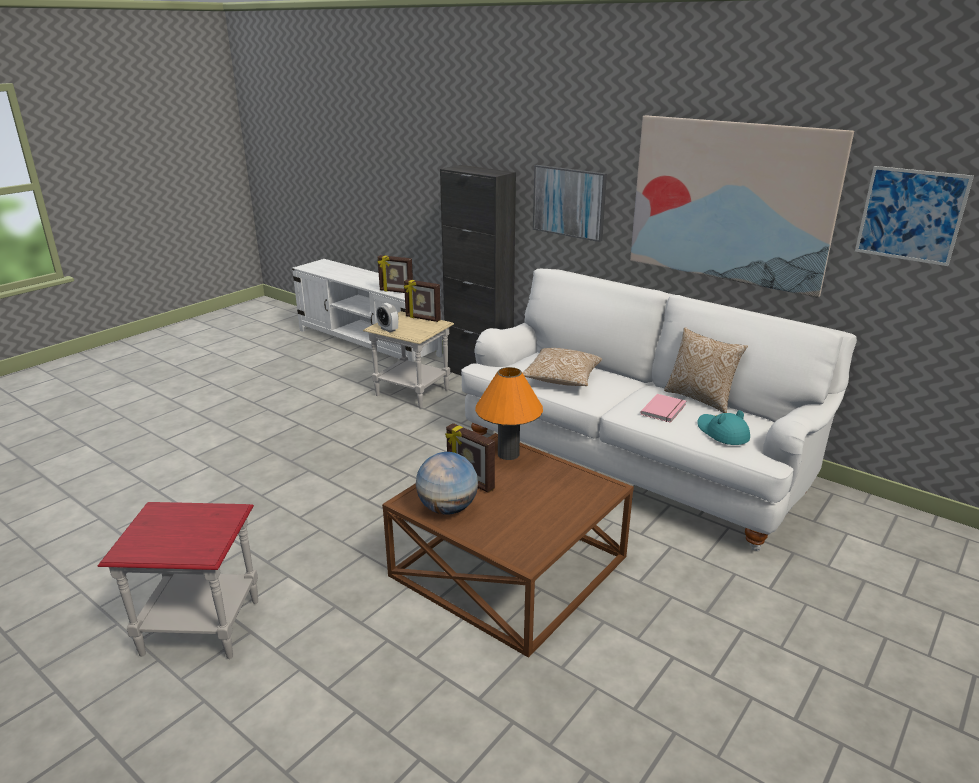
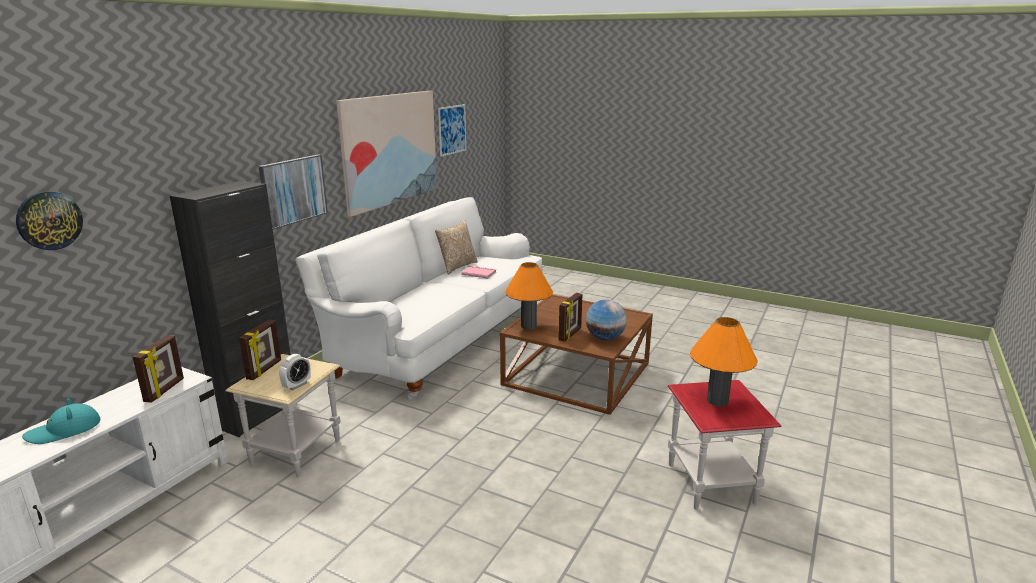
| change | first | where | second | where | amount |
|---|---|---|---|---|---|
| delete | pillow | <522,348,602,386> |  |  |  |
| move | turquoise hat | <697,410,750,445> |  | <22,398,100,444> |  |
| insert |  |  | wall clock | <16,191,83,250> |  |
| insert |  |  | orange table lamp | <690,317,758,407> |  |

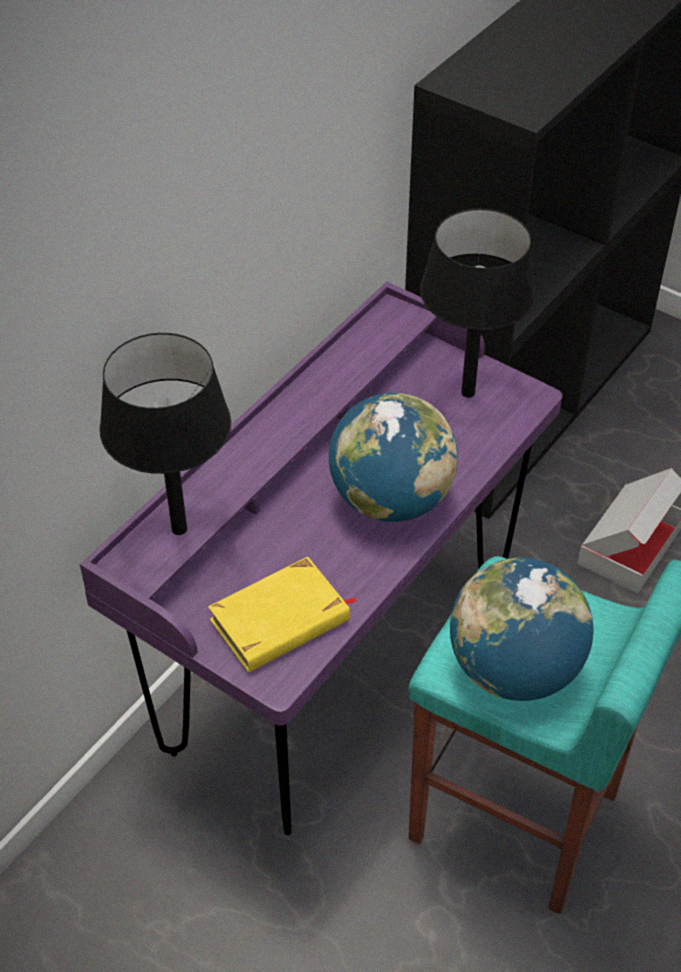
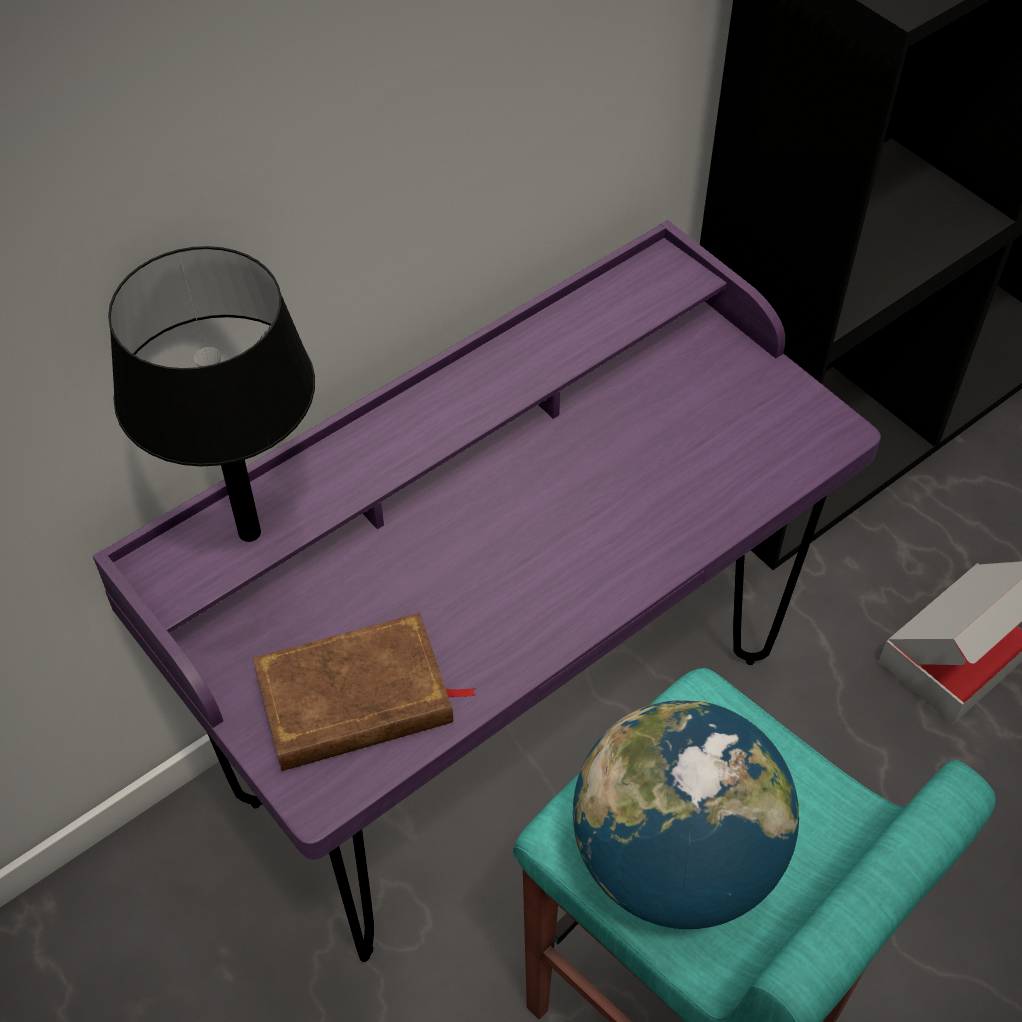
| change | first | where | second | where | amount |
|---|---|---|---|---|---|
| recolor | yellow book | <208,557,357,673> | brown book | <253,613,476,771> |  |
| delete | globe | <329,393,458,522> |  |  |  |
| delete | black table lamp | <420,208,536,398> |  |  |  |

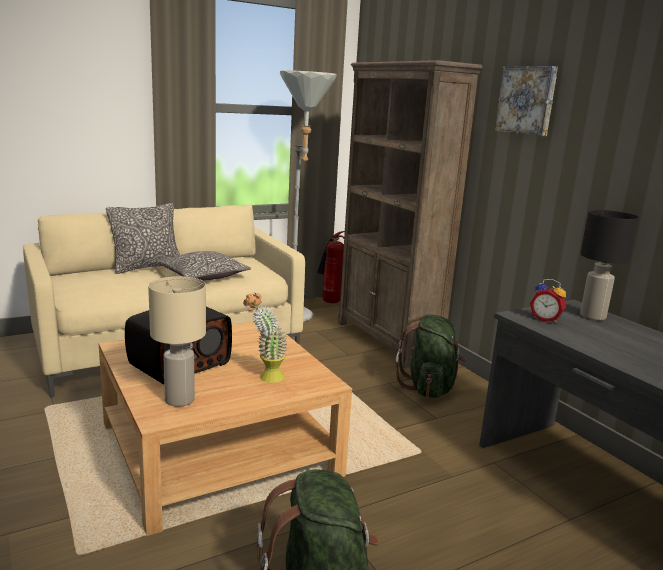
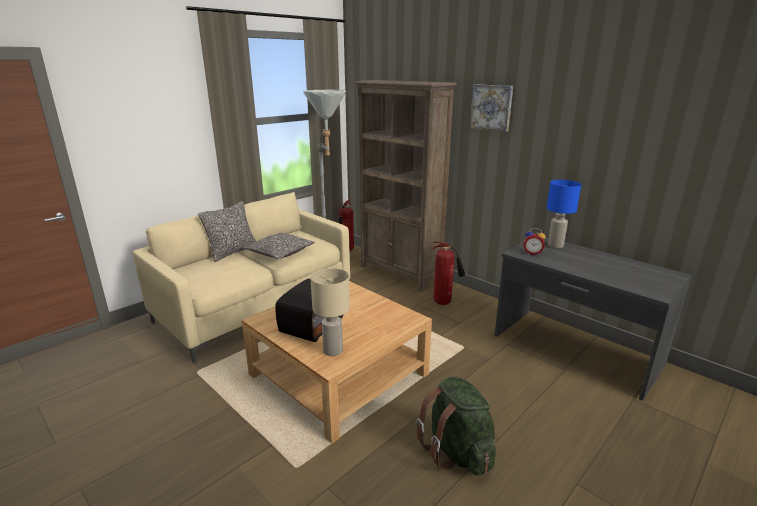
| change | first | where | second | where | amount |
|---|---|---|---|---|---|
| delete | potted plant | <243,292,288,383> |  |  |  |
| replace | green backpack | <393,314,466,398> | fire extinguisher | <433,242,465,305> |  |
| recolor | black table lamp | <580,210,639,320> | blue table lamp | <547,180,581,248> |  |

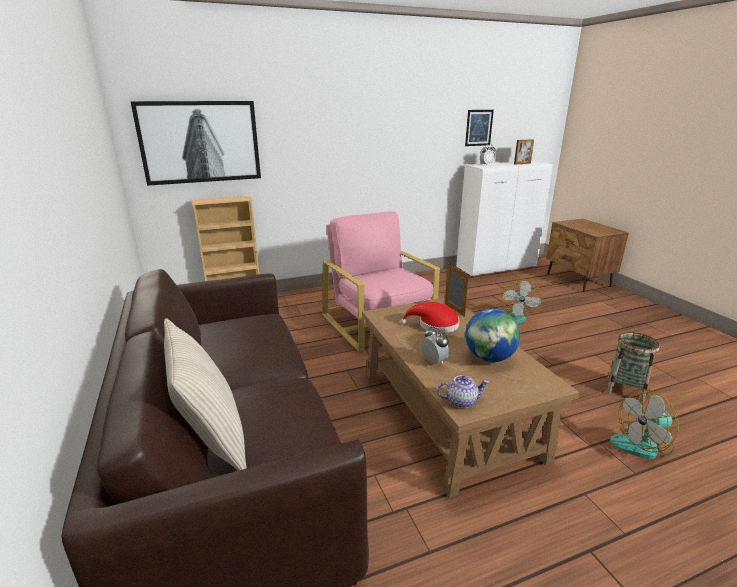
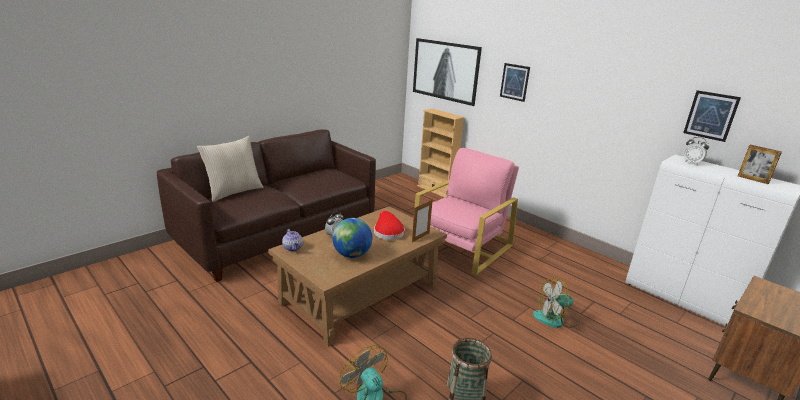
| change | first | where | second | where | amount |
|---|---|---|---|---|---|
| insert |  |  | picture | <500,63,530,102> |  |

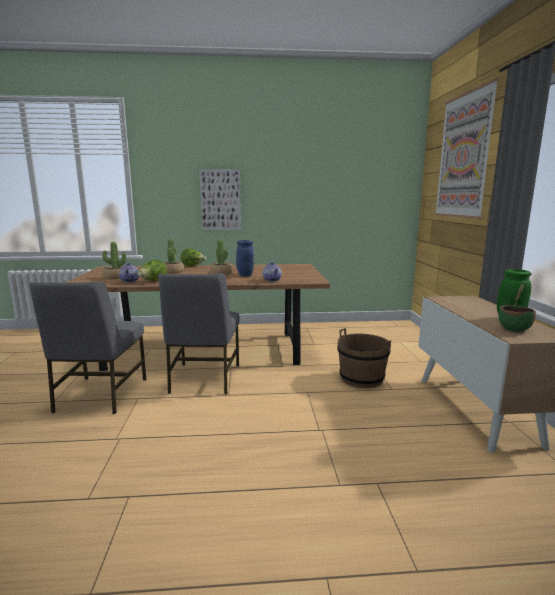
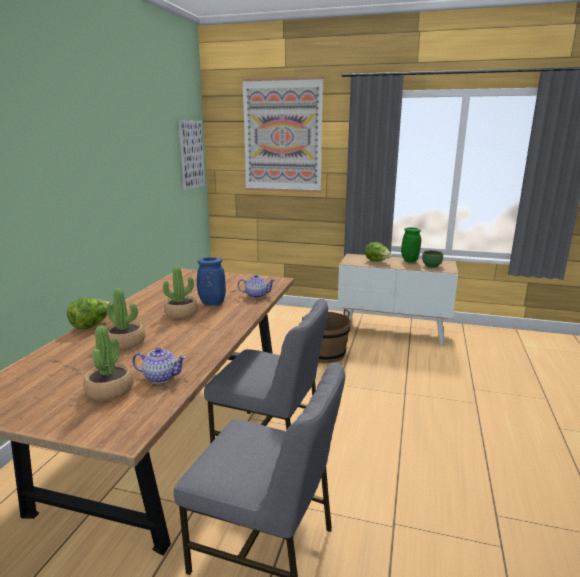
| change | first | where | second | where | amount |
|---|---|---|---|---|---|
| move | lettuce | <138,260,167,281> |  | <365,242,392,261> |  |
| move | picture | <200,169,241,230> |  | <178,121,205,191> |  |

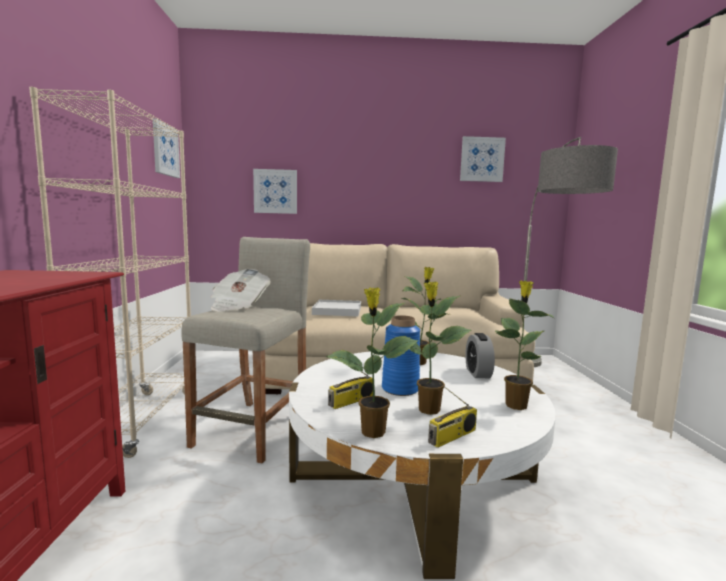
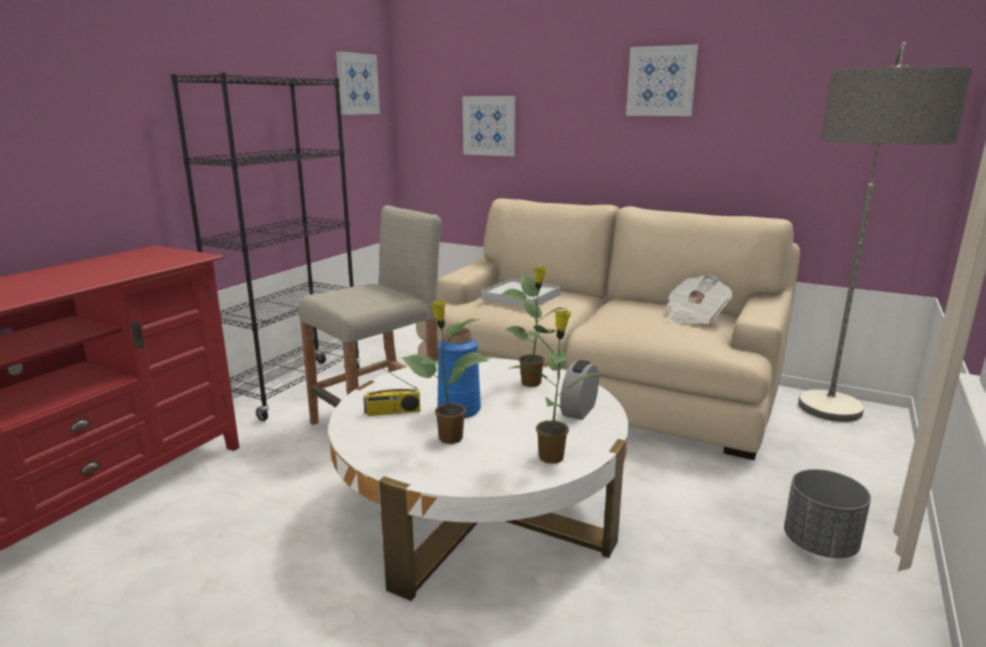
| change | first | where | second | where | amount |
|---|---|---|---|---|---|
| recolor | beige bookcase | <29,87,191,458> | black bookcase | <171,73,360,421> |  |
| move | newspaper | <211,269,271,312> |  | <666,275,733,324> |  |
| delete | potted plant | <325,287,418,438> |  |  |  |
| delete | radio | <428,383,477,448> |  |  |  |
| move | picture | <460,136,506,182> |  | <626,44,698,116> |  |
| insert |  |  | grey planter | <784,469,871,558> |  |

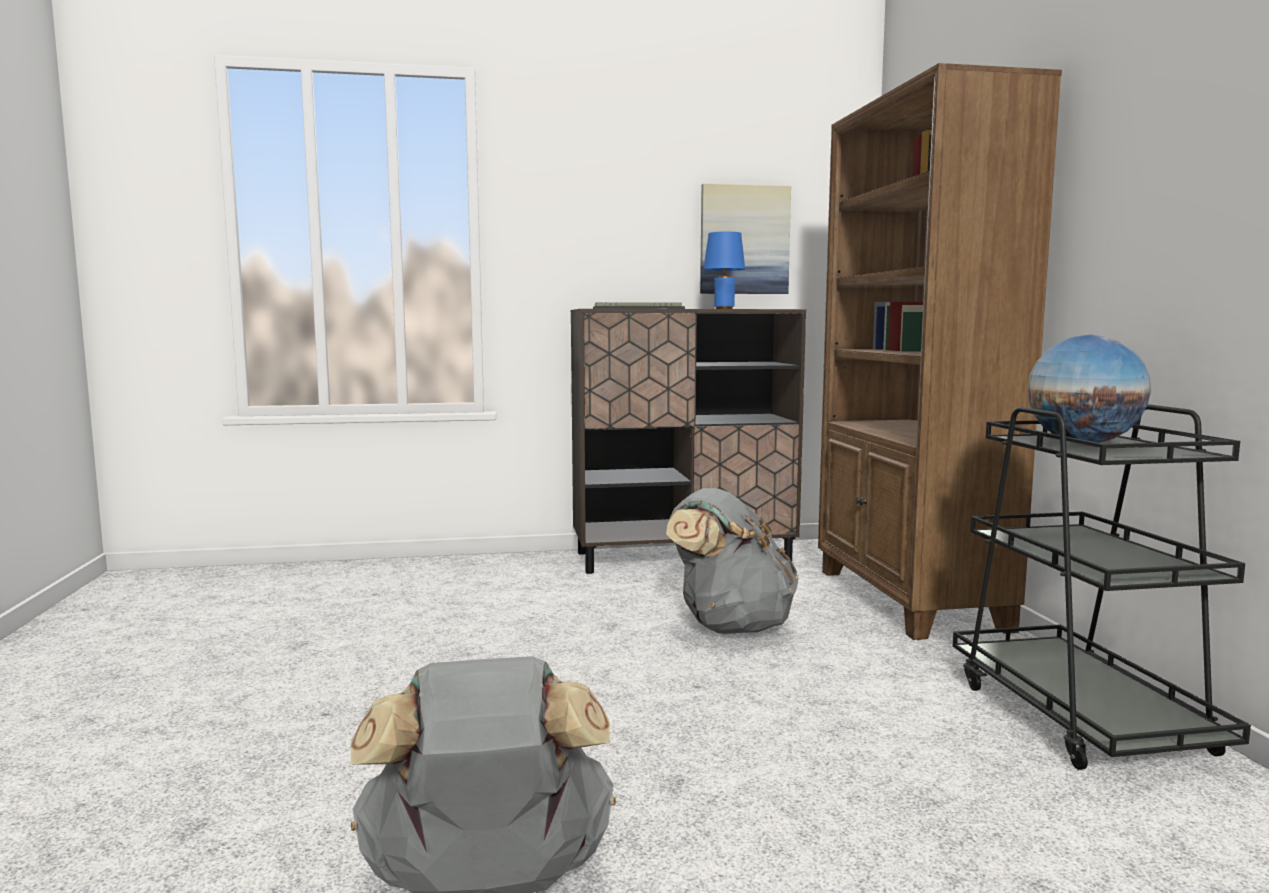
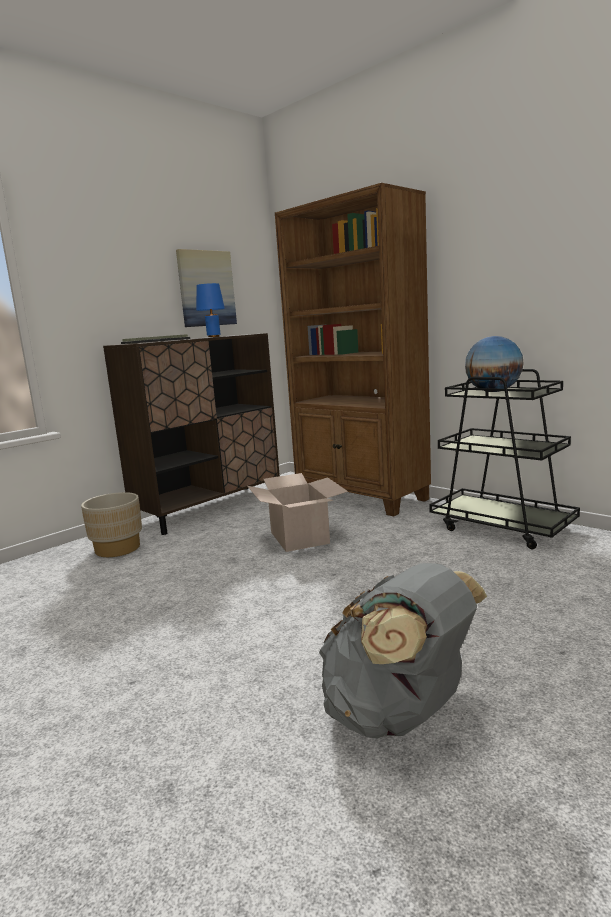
| change | first | where | second | where | amount |
|---|---|---|---|---|---|
| replace | grey backpack | <666,488,799,634> | cardboard box | <247,473,348,552> |  |
| insert |  |  | beige planter | <81,492,142,557> |  |

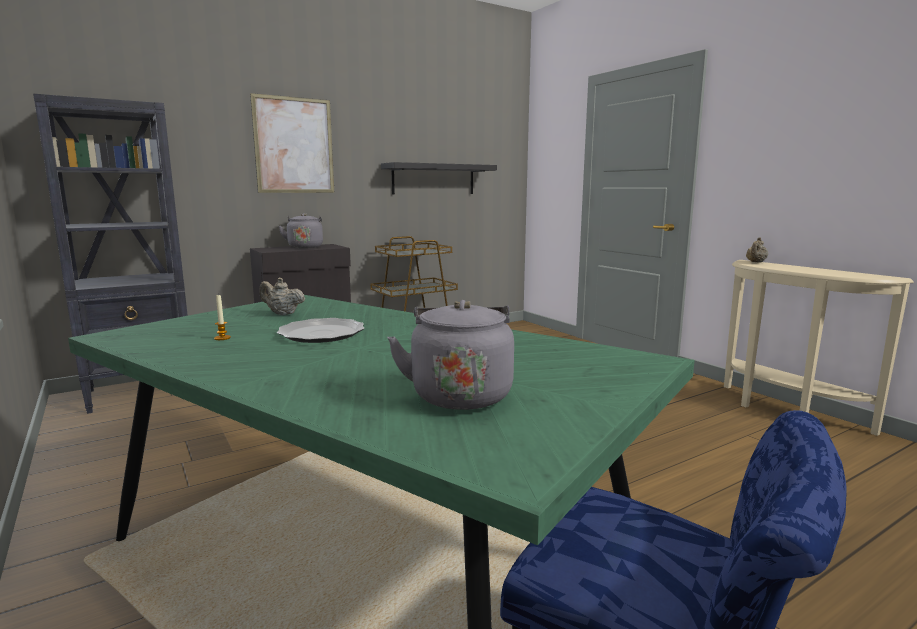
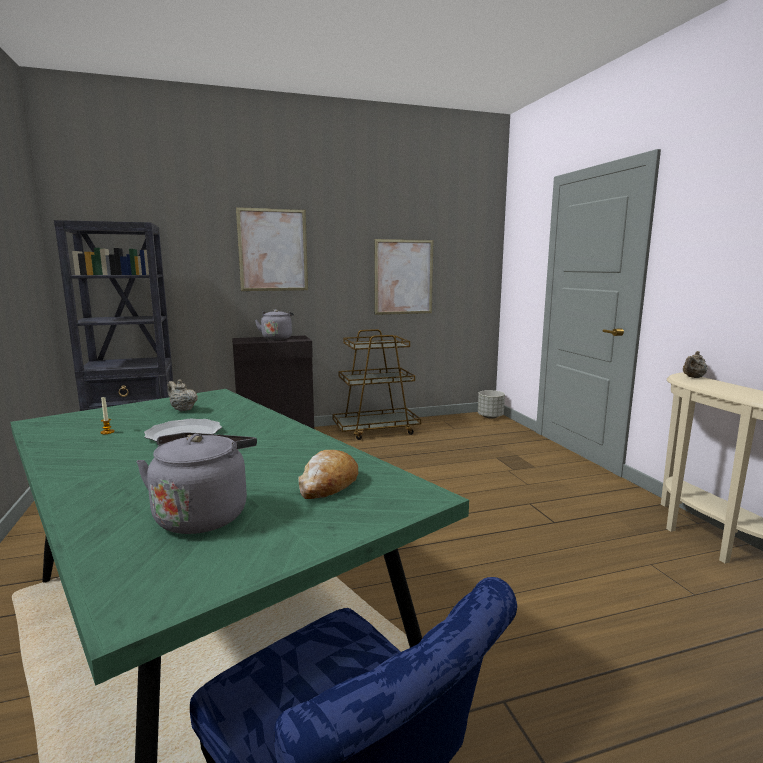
| change | first | where | second | where | amount |
|---|---|---|---|---|---|
| replace | black shelf | <381,162,497,194> | picture | <374,239,434,315> |  |
| insert |  |  | bread | <298,450,359,499> |  |
| insert |  |  | grey planter | <478,390,505,419> |  |

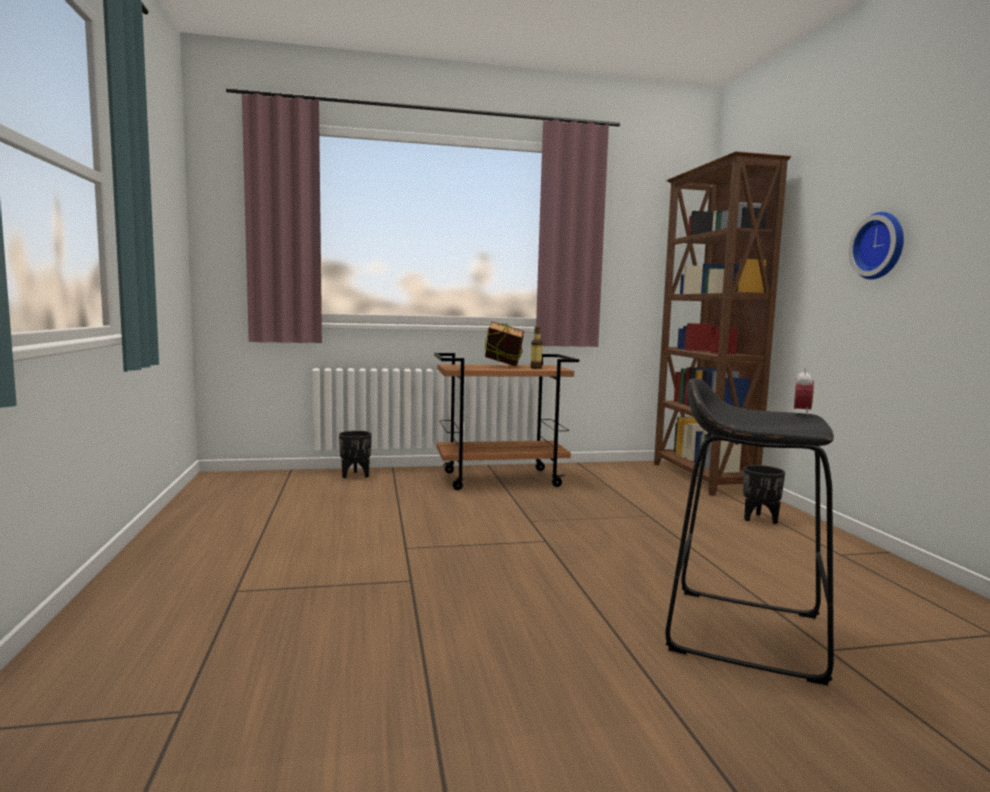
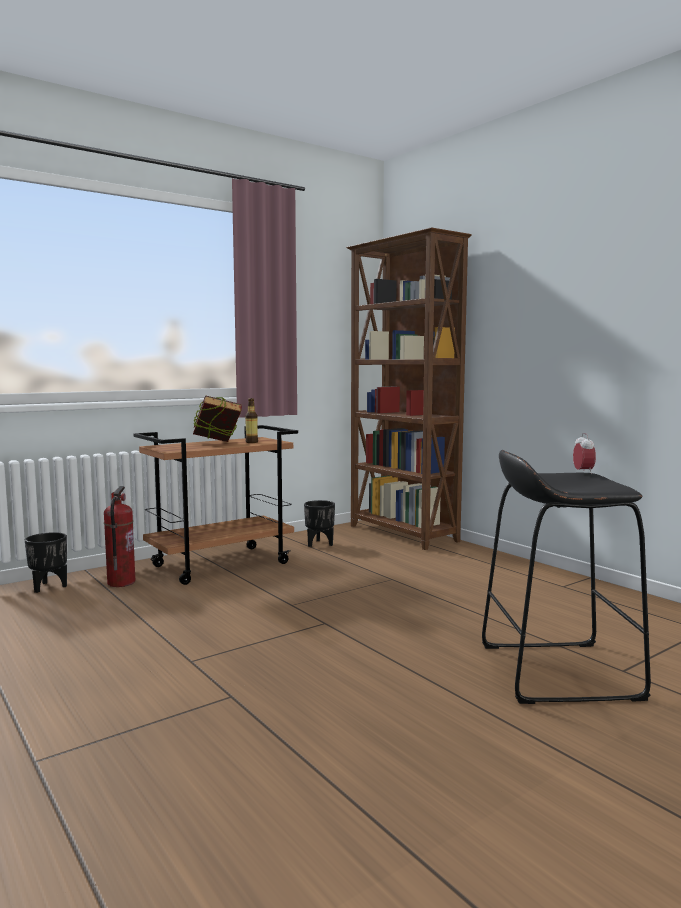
| change | first | where | second | where | amount |
|---|---|---|---|---|---|
| move | black planter | <743,465,785,524> |  | <304,500,335,547> |  |
| delete | wall clock | <849,212,904,279> |  |  |  |
| insert |  |  | fire extinguisher | <104,486,135,587> |  |

